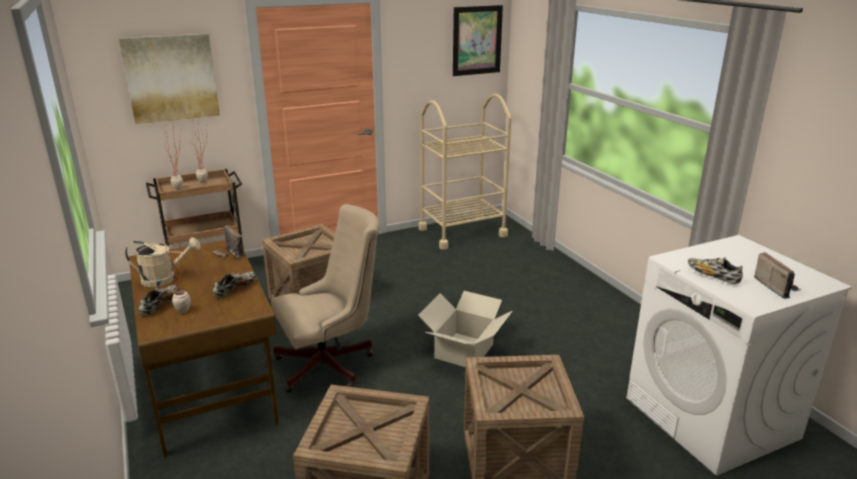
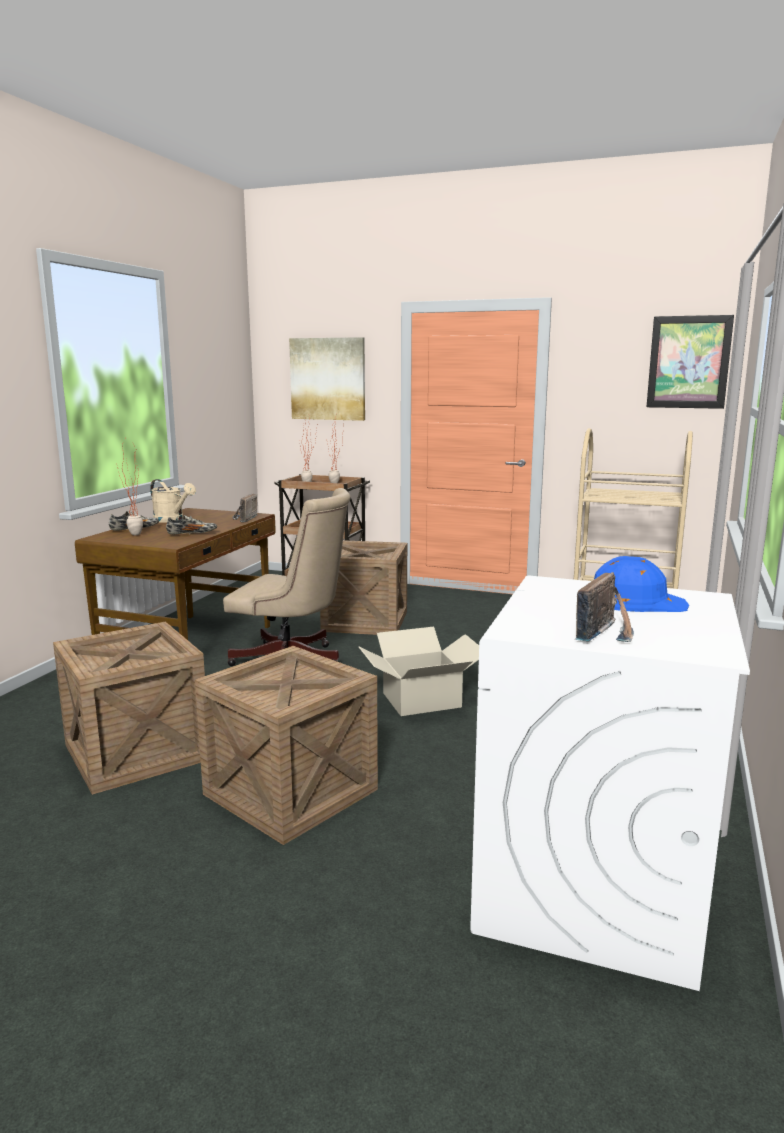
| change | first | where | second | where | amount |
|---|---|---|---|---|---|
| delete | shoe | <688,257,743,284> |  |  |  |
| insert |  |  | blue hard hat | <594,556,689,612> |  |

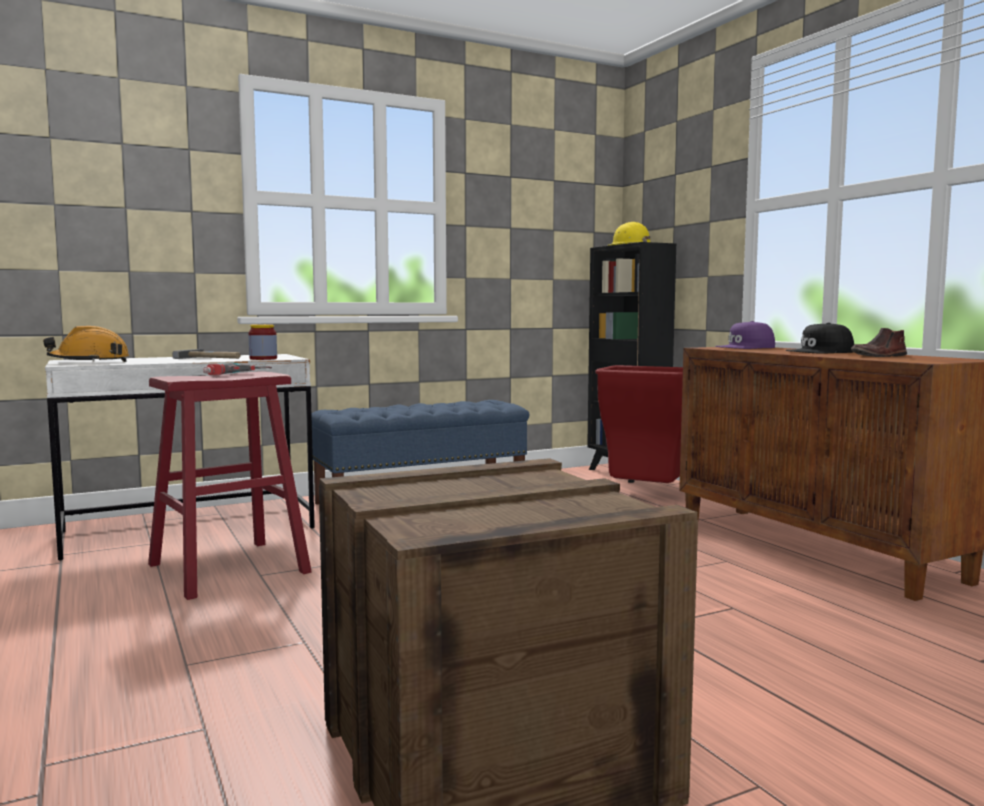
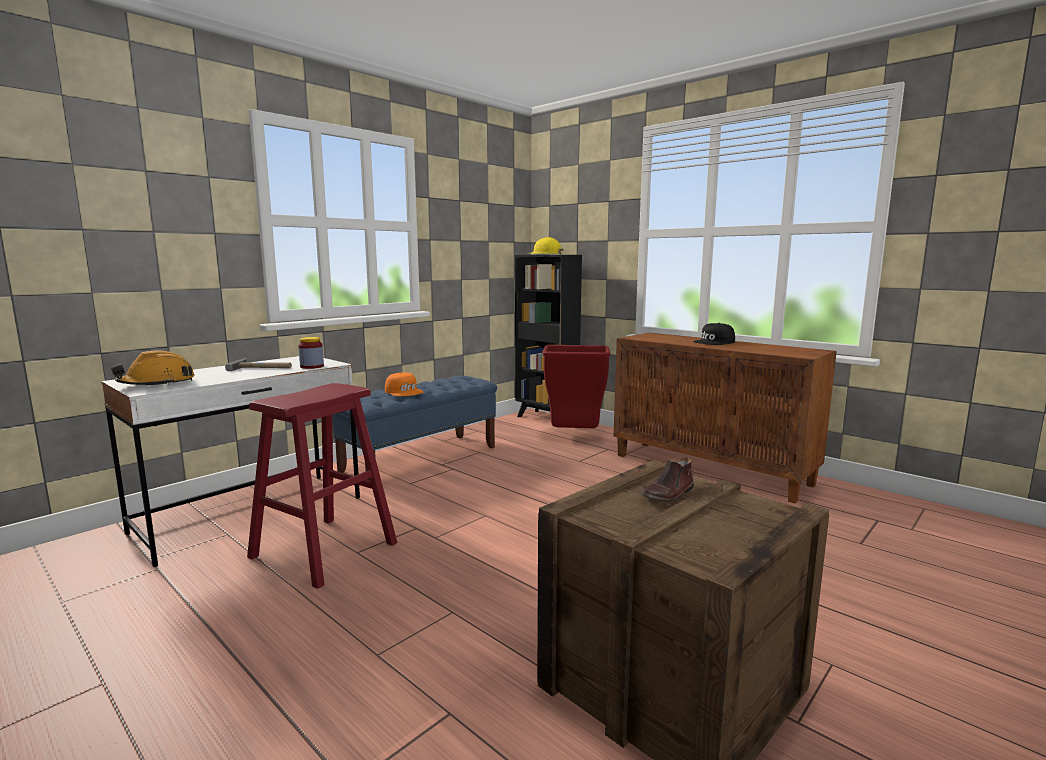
| change | first | where | second | where | amount |
|---|---|---|---|---|---|
| delete | power drill | <203,362,272,375> |  |  |  |
| delete | purple cap | <715,321,775,349> |  |  |  |
| move | brown shoe | <851,328,907,357> |  | <639,457,694,502> |  |
| insert |  |  | orange cap | <385,372,423,396> |  |

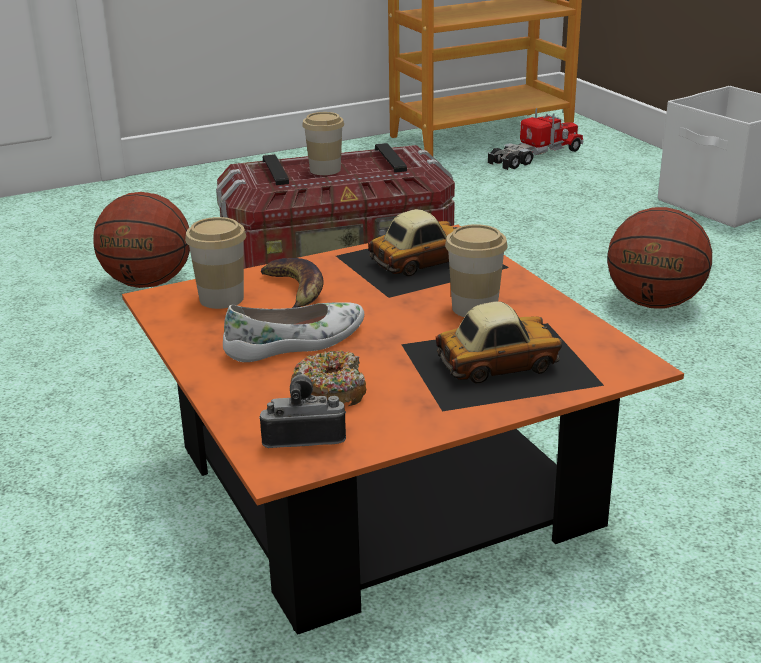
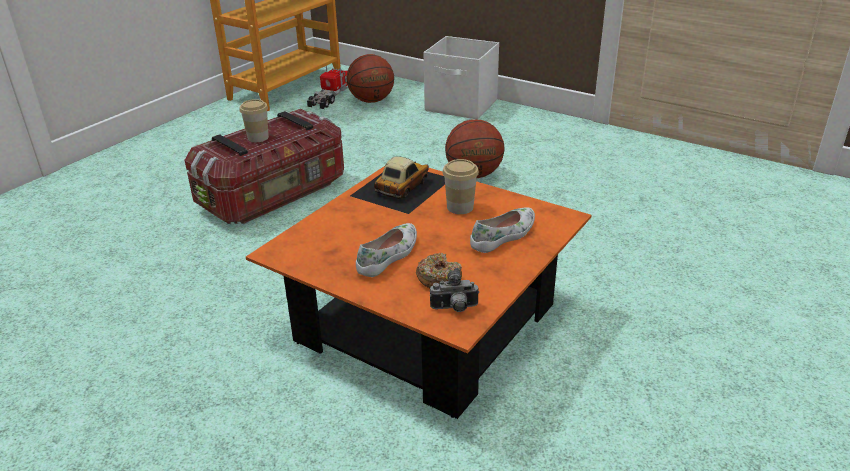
| change | first | where | second | where | amount |
|---|---|---|---|---|---|
| move | basketball | <93,192,190,288> |  | <346,54,394,103> |  |
| delete | cup | <185,217,246,309> |  |  |  |
| rotate | photo camera | <259,371,346,448> |  | <430,268,479,312> | 150 degrees counterclockwise |
| delete | banana | <261,258,324,308> |  |  |  |
| replace | toy car | <401,301,604,412> | white shoe | <470,207,535,253> |  |

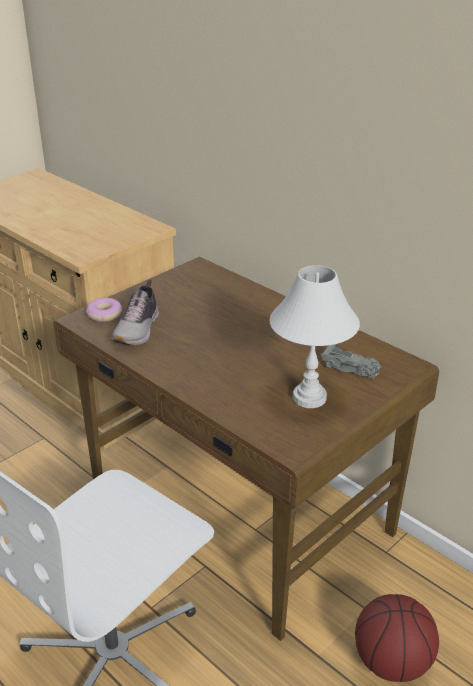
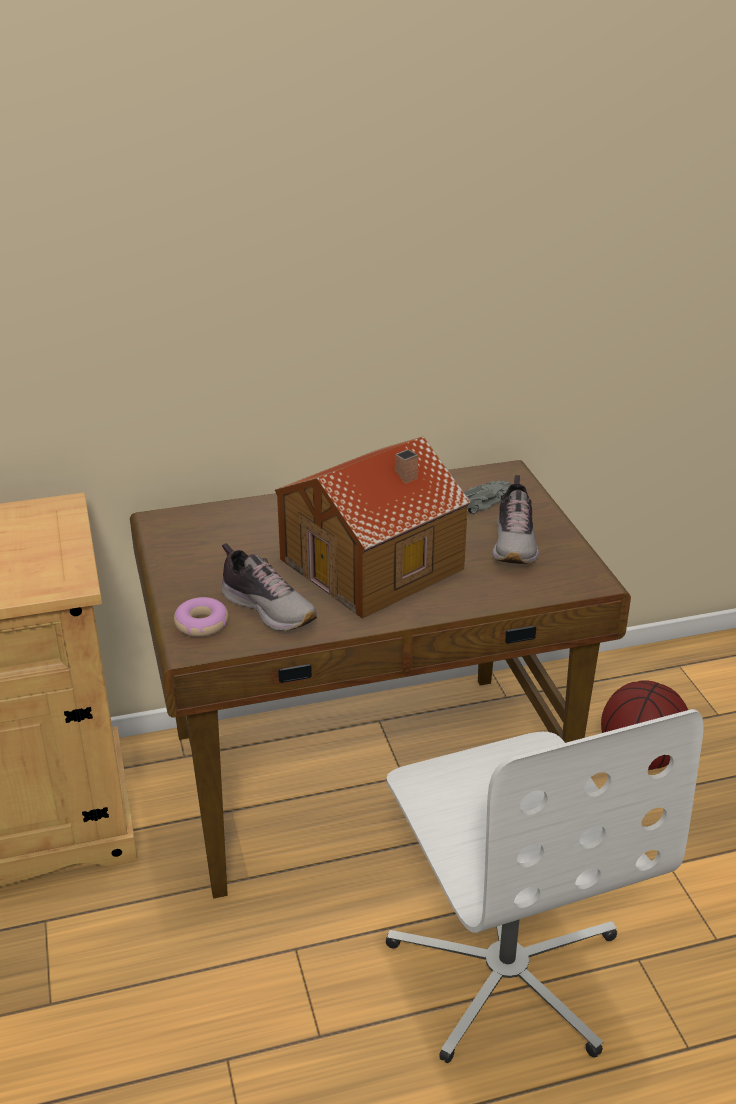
| change | first | where | second | where | amount |
|---|---|---|---|---|---|
| replace | white table lamp | <269,265,360,408> | shoe | <492,475,539,564> |  |
| insert |  |  | toy house | <275,436,471,619> |  |

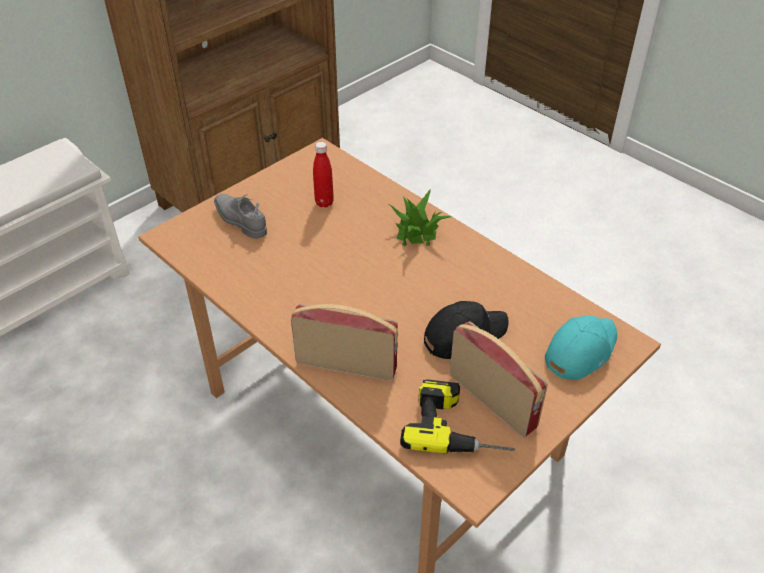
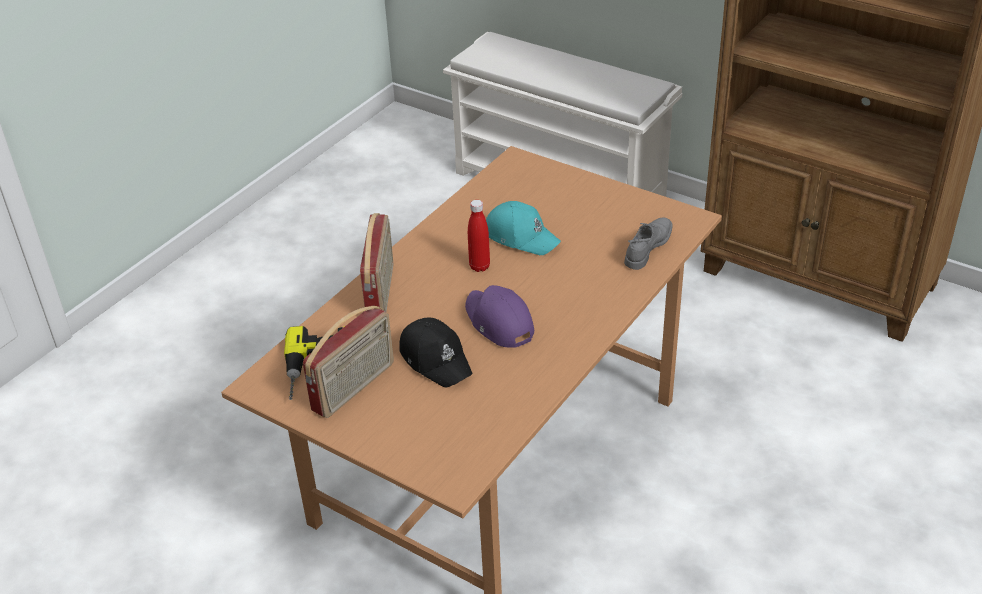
| change | first | where | second | where | amount |
|---|---|---|---|---|---|
| move | grey shoe | <214,194,267,239> |  | <624,218,673,270> |  |
| move | red bottle | <313,142,334,208> |  | <468,200,490,272> |  |
| delete | potted plant | <389,189,452,246> |  |  |  |
| move | turquoise cap | <545,316,617,380> |  | <486,201,561,255> |  |
| insert |  |  | purple cap | <465,285,534,348> |  |

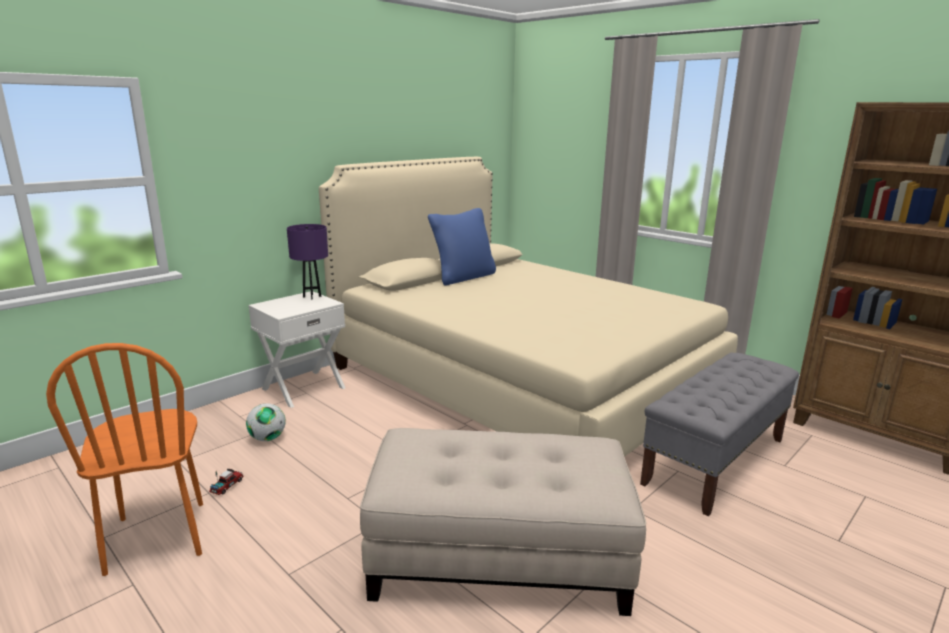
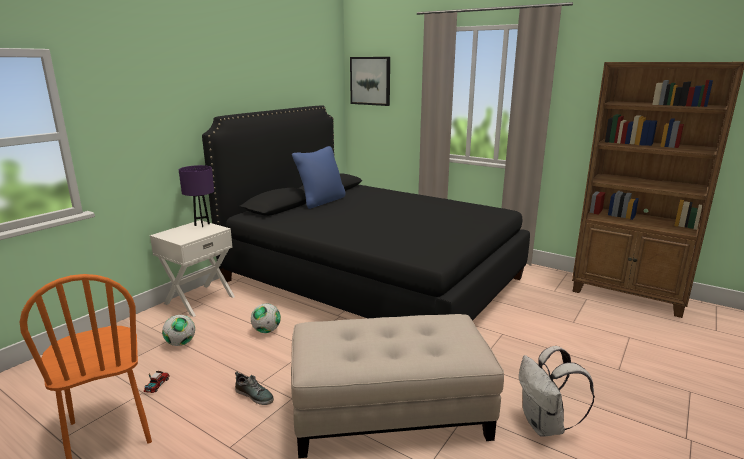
| change | first | where | second | where | amount |
|---|---|---|---|---|---|
| recolor | beige bed | <319,157,738,457> | black bed | <202,105,530,321> |  |
| delete | grey bench | <640,353,799,516> |  |  |  |
| insert |  |  | shoe | <235,371,274,405> |  |
| insert |  |  | football | <251,303,281,333> |  |
| insert |  |  | picture | <350,57,390,106> |  |
| insert |  |  | white backpack | <519,346,595,437> |  |

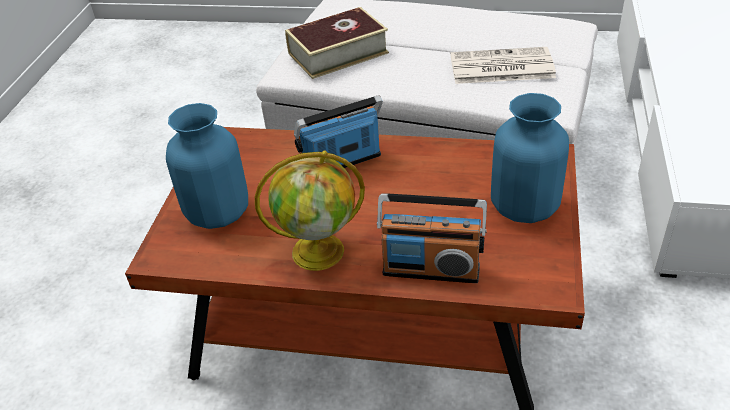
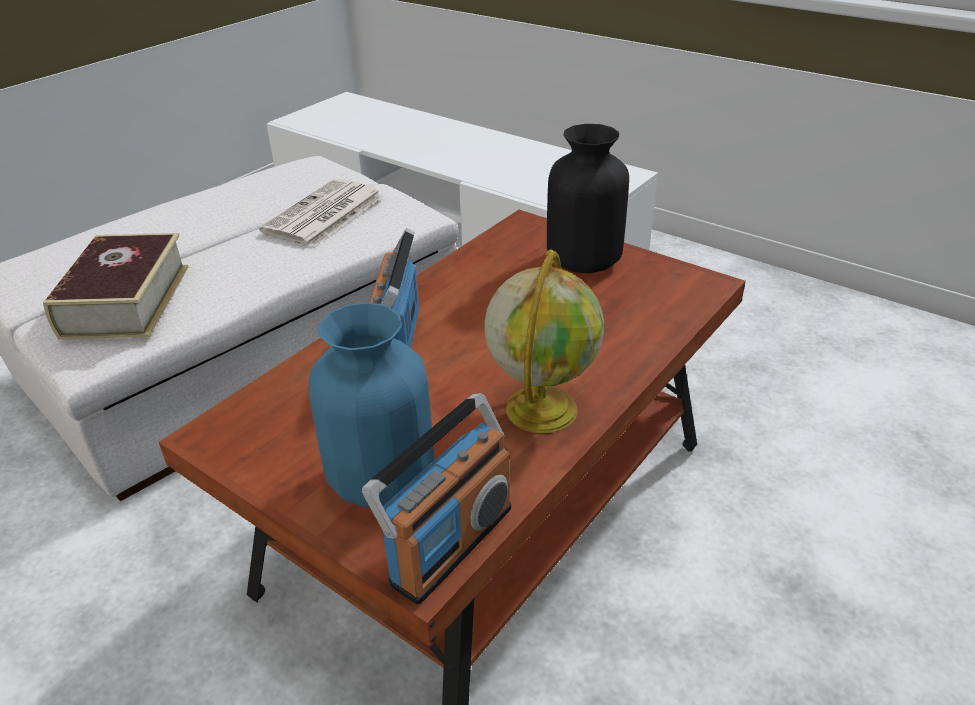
| change | first | where | second | where | amount |
|---|---|---|---|---|---|
| move | radio | <377,193,487,283> |  | <362,393,511,605> |  |
| recolor | blue vase | <491,93,569,223> | black vase | <547,124,629,273> |  |

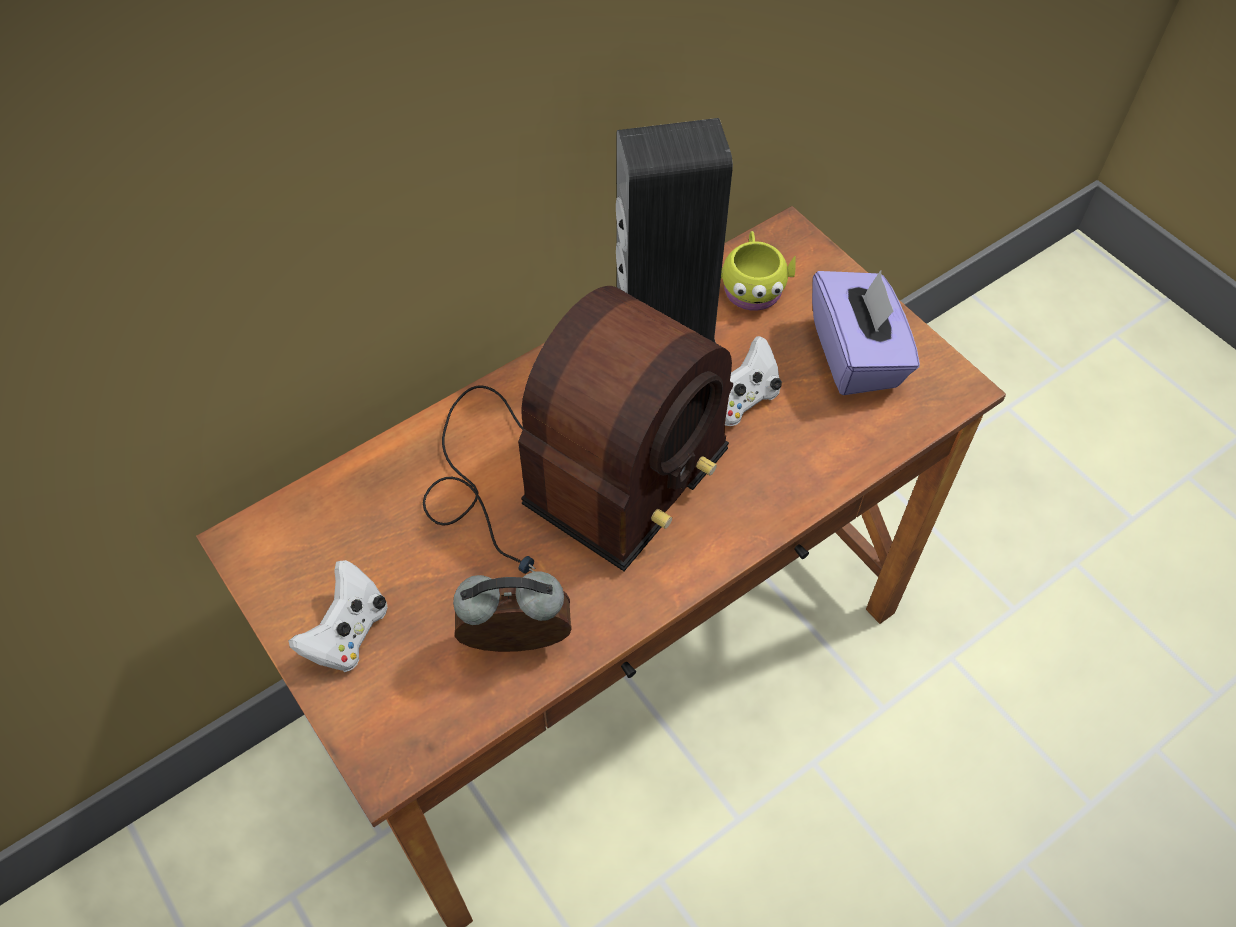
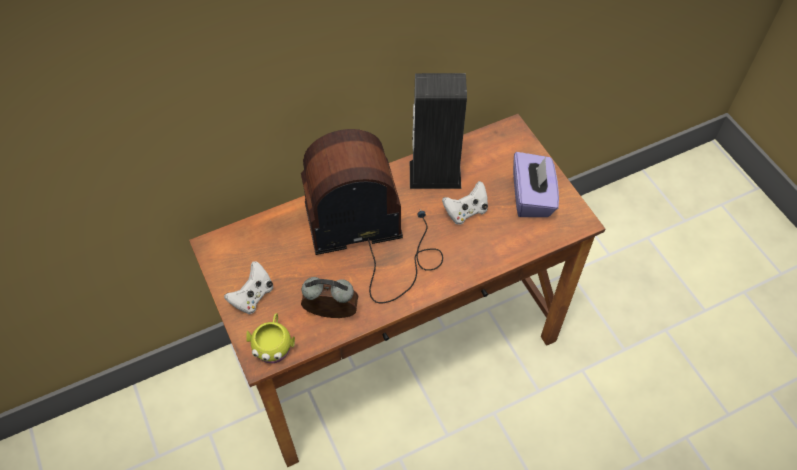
| change | first | where | second | where | amount |
|---|---|---|---|---|---|
| rotate | radio | <423,286,733,574> |  | <301,129,443,303> | 150 degrees counterclockwise |
| move | yellow mug | <721,231,796,311> |  | <246,313,295,364> |  |

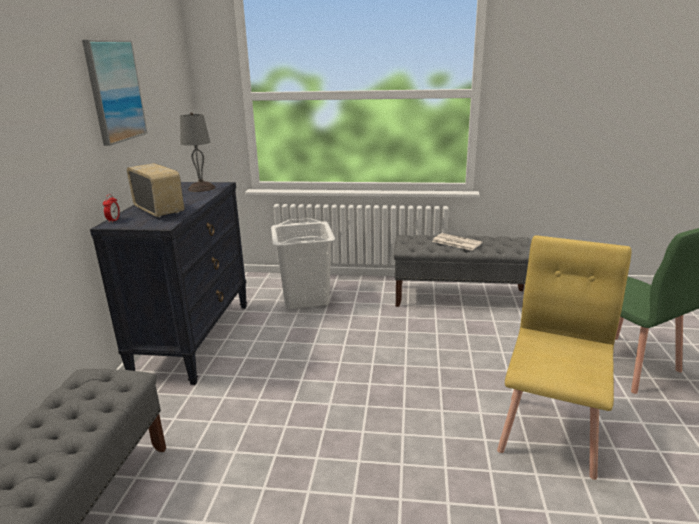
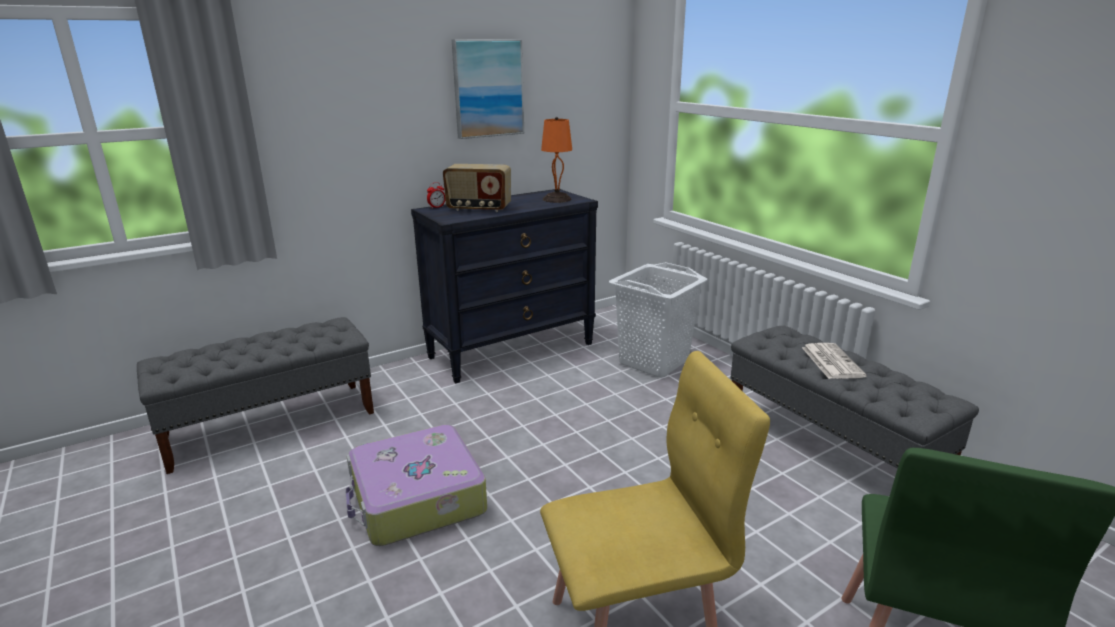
| change | first | where | second | where | amount |
|---|---|---|---|---|---|
| rotate | radio | <127,163,184,218> |  | <443,164,511,212> | 90 degrees clockwise |
| recolor | grey table lamp | <180,112,215,192> | orange table lamp | <541,117,572,203> |  |
| insert |  |  | suitcase | <345,425,487,546> |  |

